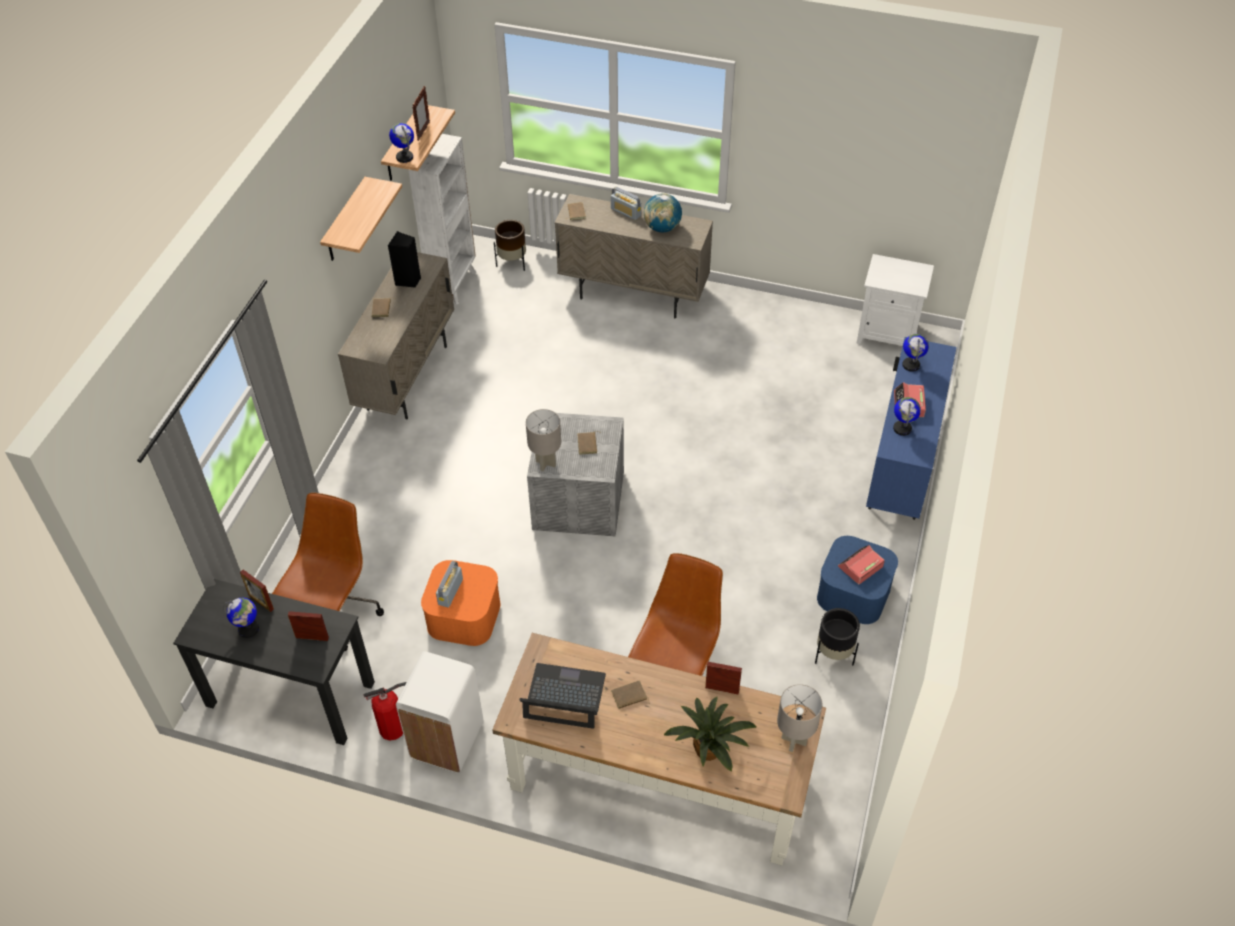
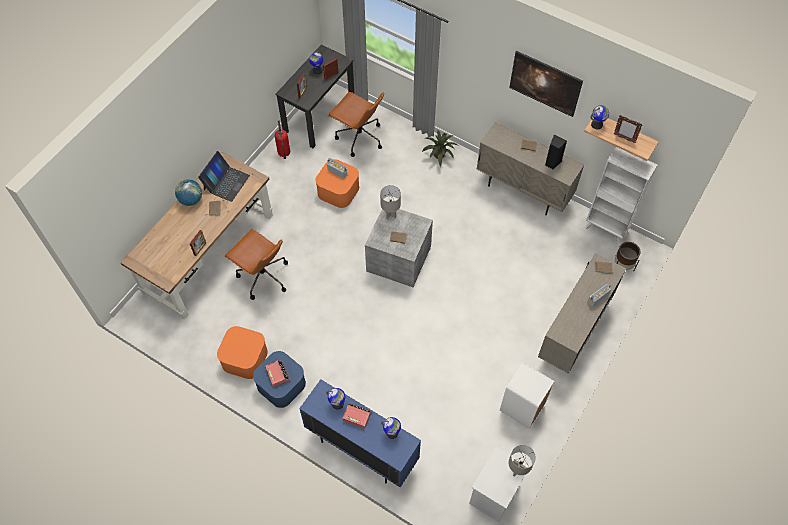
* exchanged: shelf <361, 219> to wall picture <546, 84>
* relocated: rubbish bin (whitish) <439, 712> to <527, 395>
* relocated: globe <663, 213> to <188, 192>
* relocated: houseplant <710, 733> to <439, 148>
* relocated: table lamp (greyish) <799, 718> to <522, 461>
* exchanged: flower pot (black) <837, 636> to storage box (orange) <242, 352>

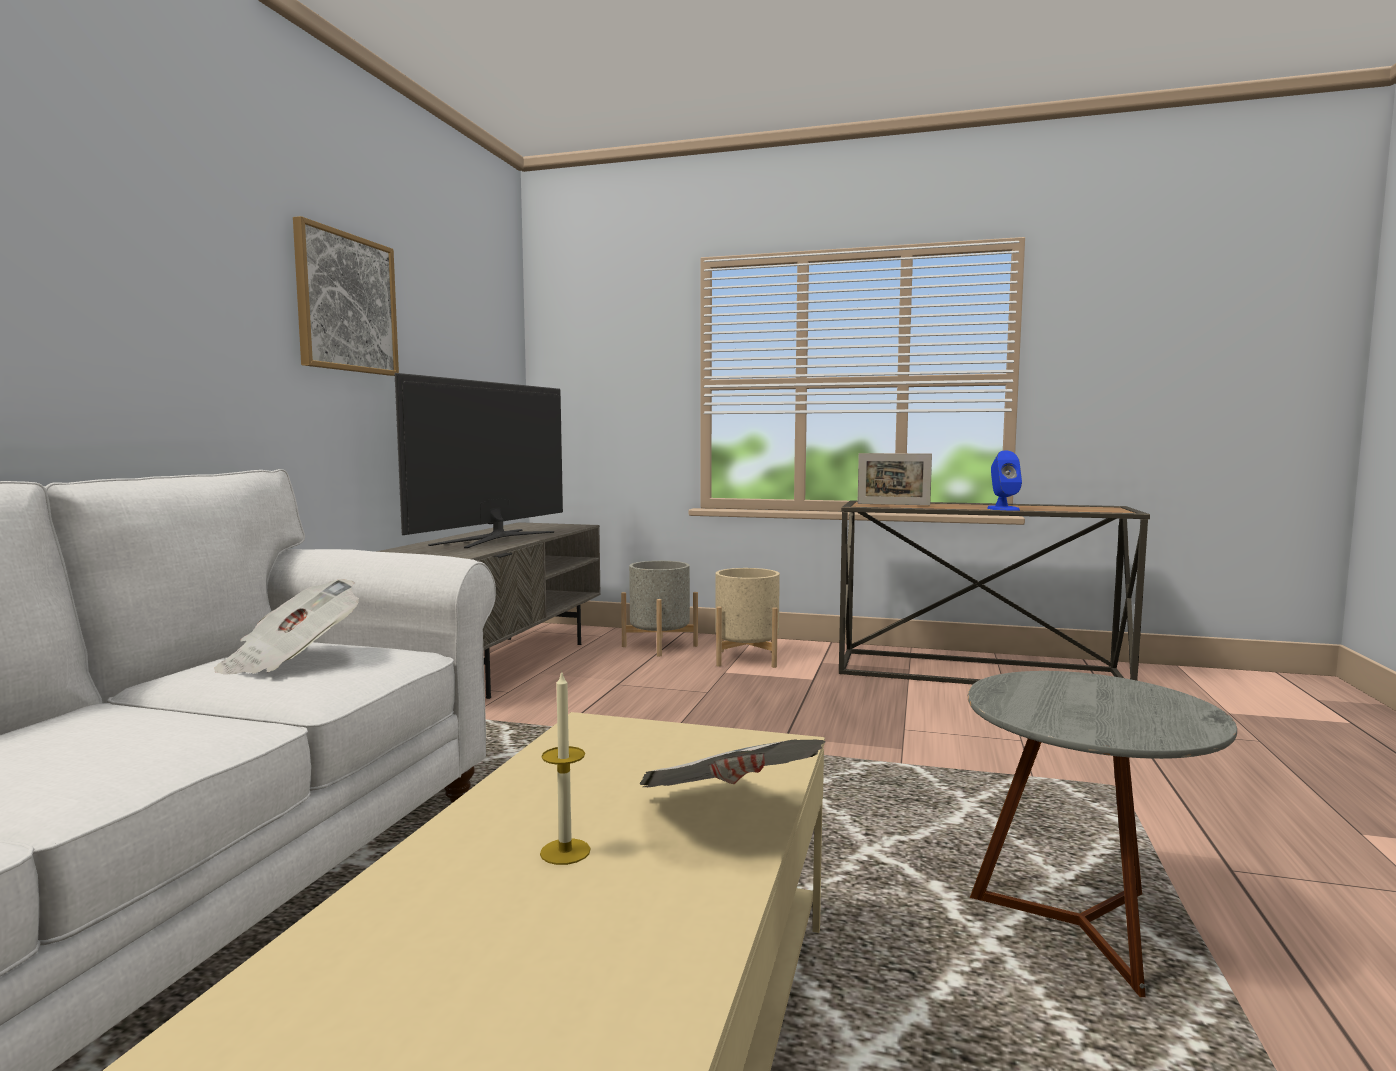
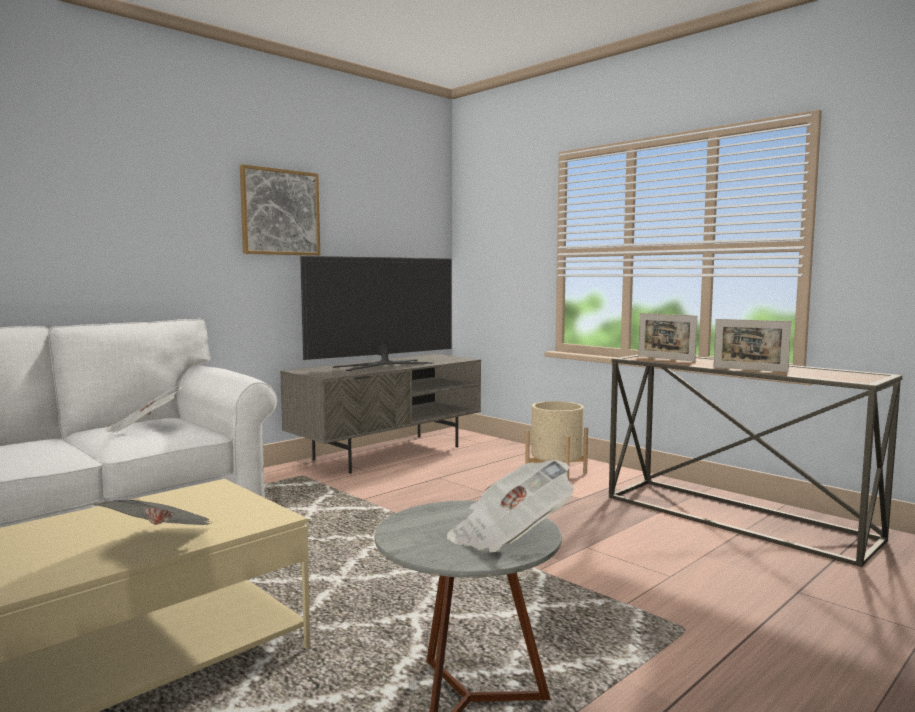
* missing: candle <565, 767>
* missing: flower pot (greyish) <659, 609>
* exchanged: audio speaker (blue-coloured) <1005, 481> to picture frame <752, 345>
* appeared: newspaper <510, 506>

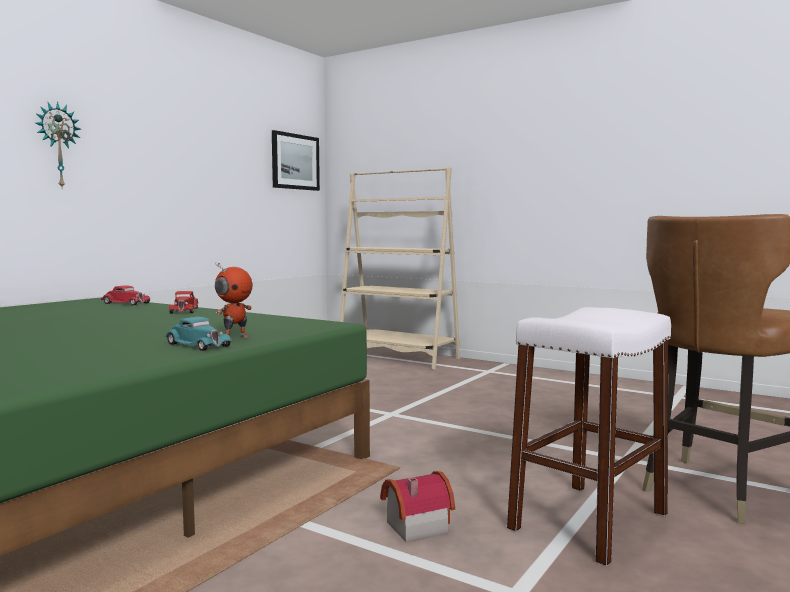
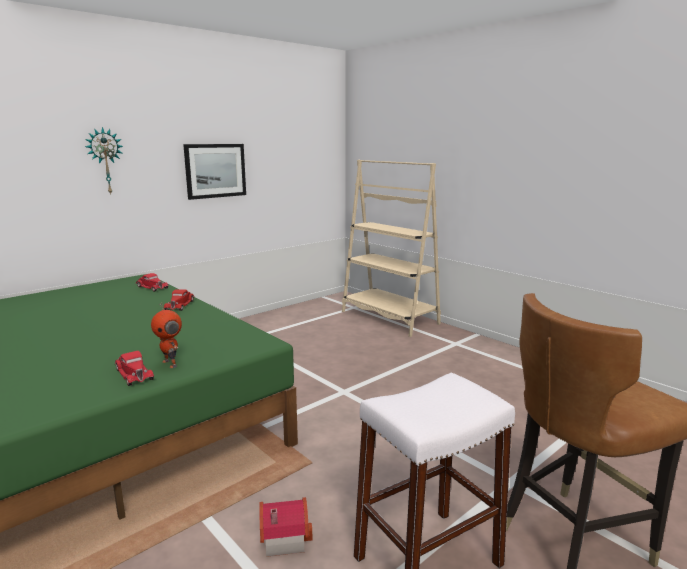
* colour: miniature car (blue-green) <198, 334> to miniature car (reddish) <134, 368>
* spun: robot figure <234, 301> = <166, 335> 90 degrees clockwise
* relocated: wall picture <296, 160> to <214, 172>

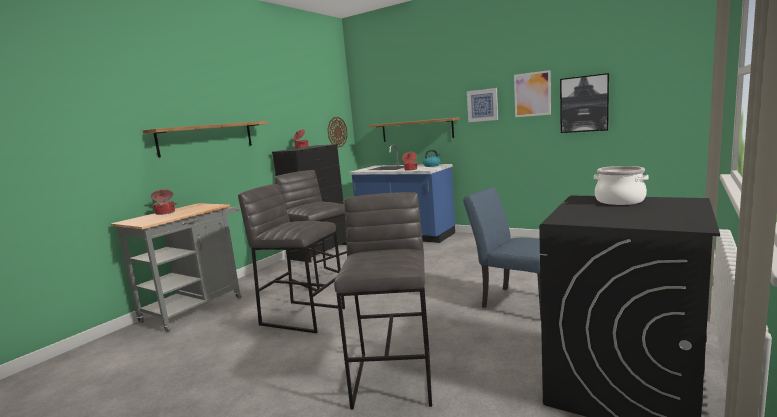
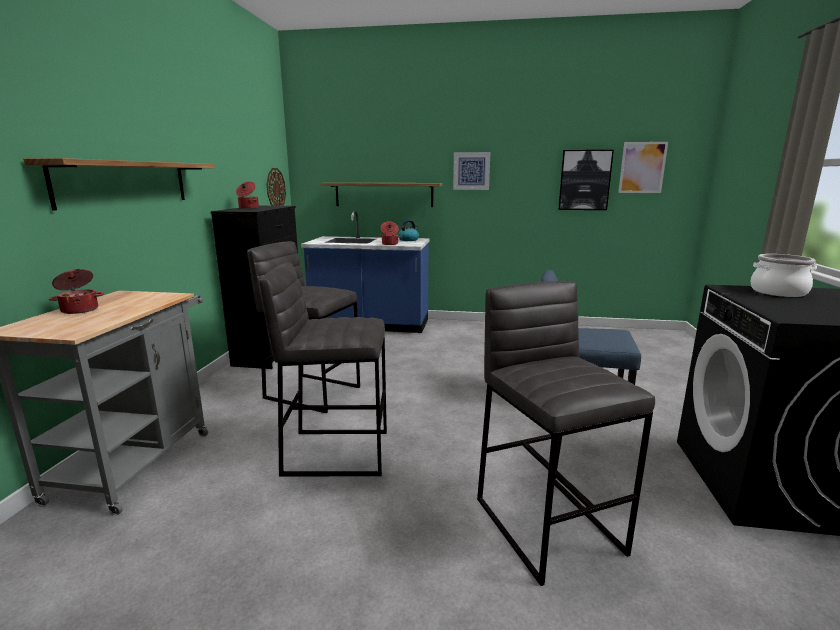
* relocated: wall picture <532, 93> to <643, 167>

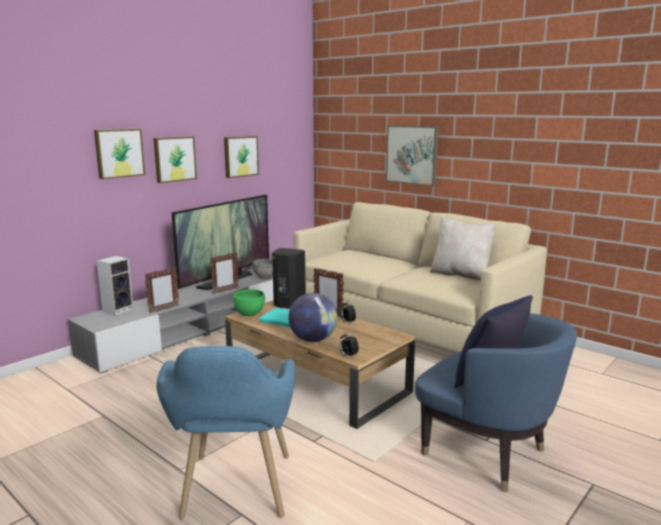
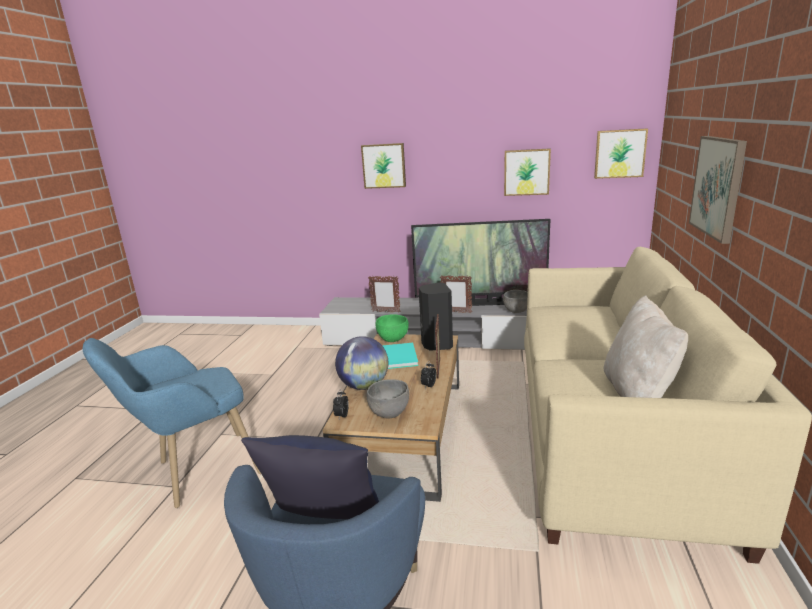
* missing: audio speaker <115, 286>
* relocated: wall picture <175, 159> to <621, 153>
* appeared: deep dish (greyish) <387, 398>

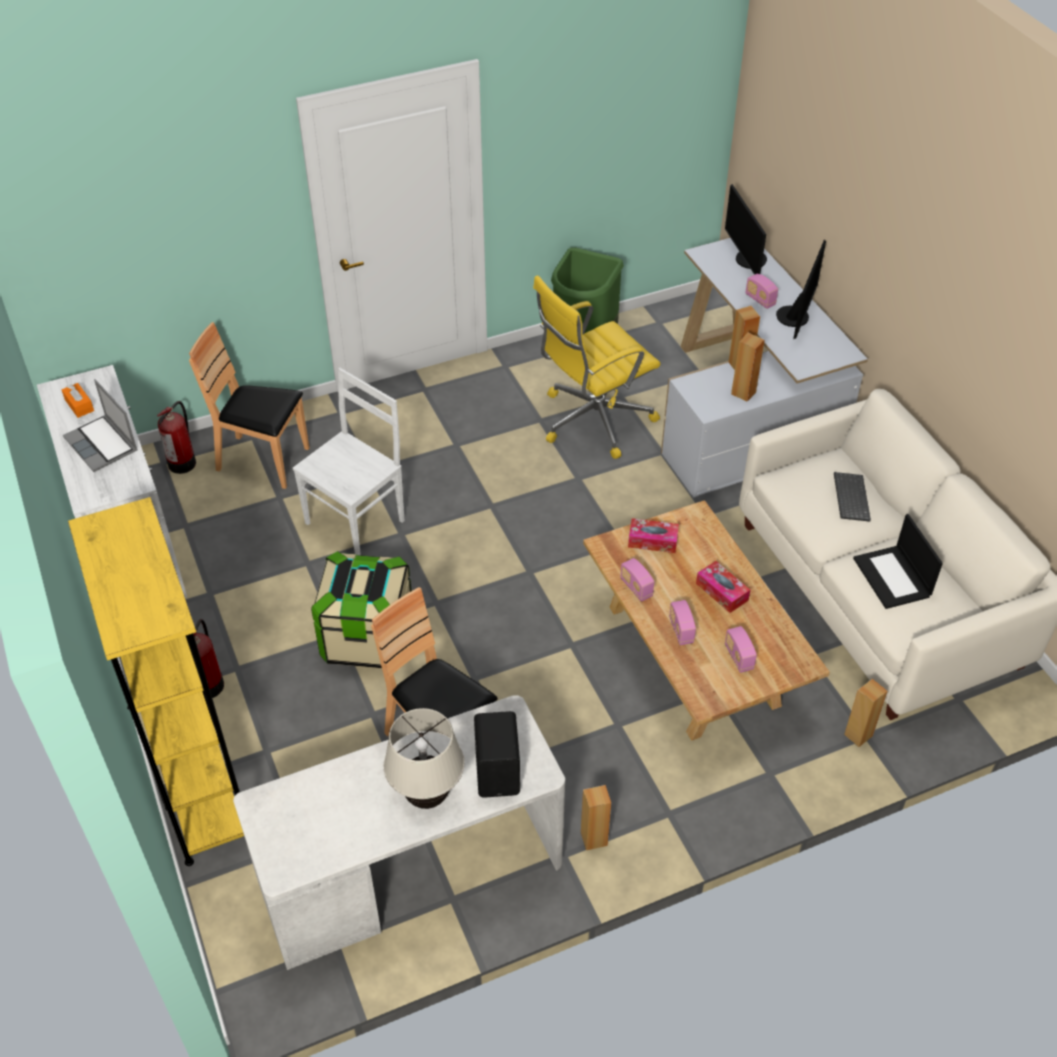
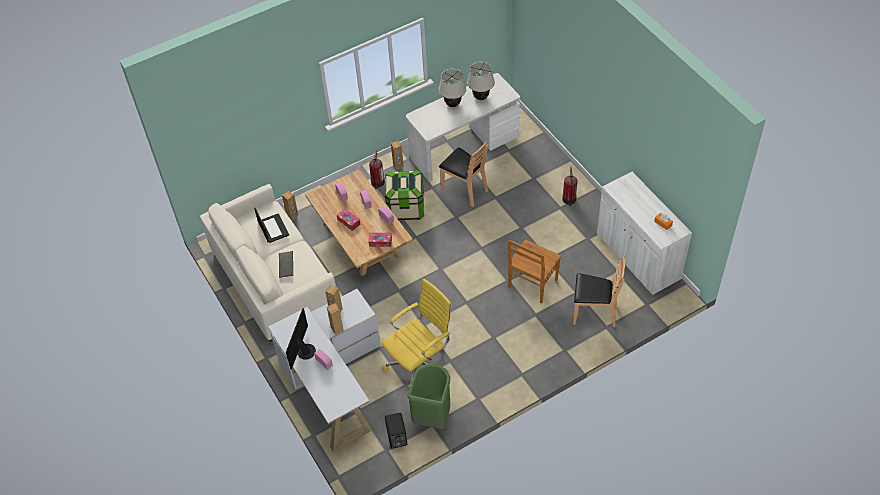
* missing: portable computer <100, 425>
* missing: bookshelf (yellow) <156, 681>
* relocated: fire extinguisher <176, 437> to <377, 169>
* colour: chair (whitish) <349, 462> to chair (brown) <534, 271>
* relocated: storage box <361, 609> to <404, 195>
* relocated: audio speaker (black) <497, 754> to <396, 431>
* missing: monitor <746, 229>
* appeared: table lamp (beige) <481, 81>

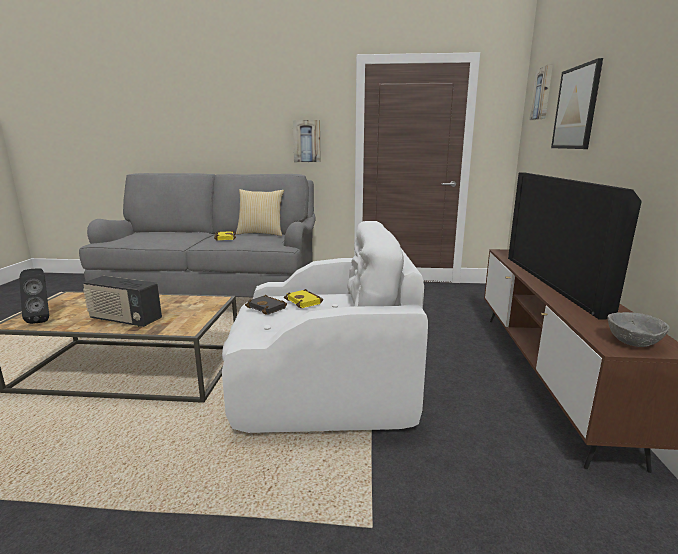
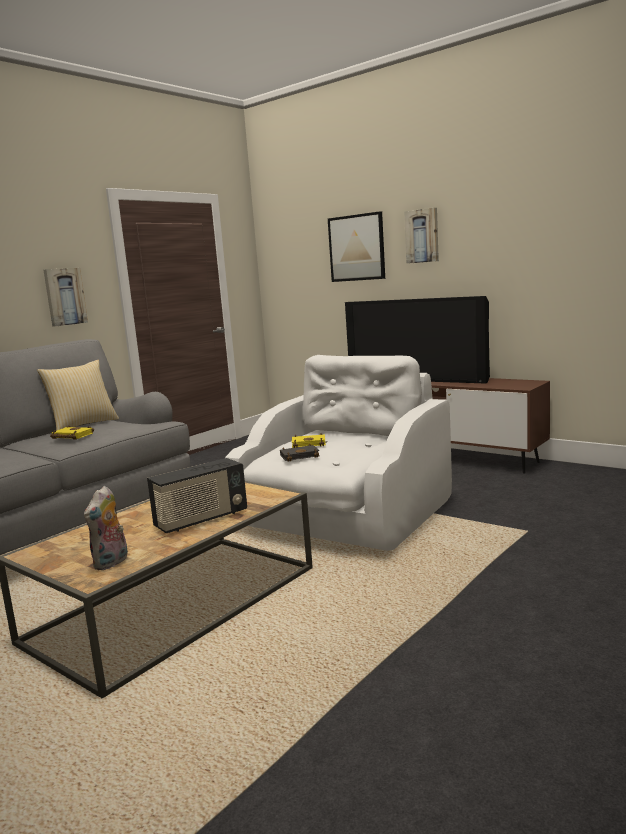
* exchanged: audio speaker (black) <34, 296> to plush toy <106, 528>
* relocated: wall picture <541, 92> to <421, 236>
* missing: deep dish (greyish) <638, 329>

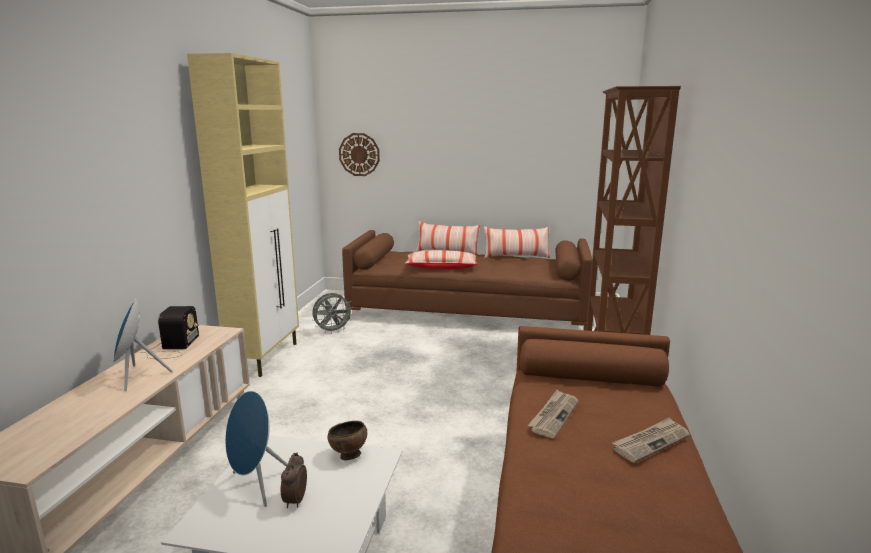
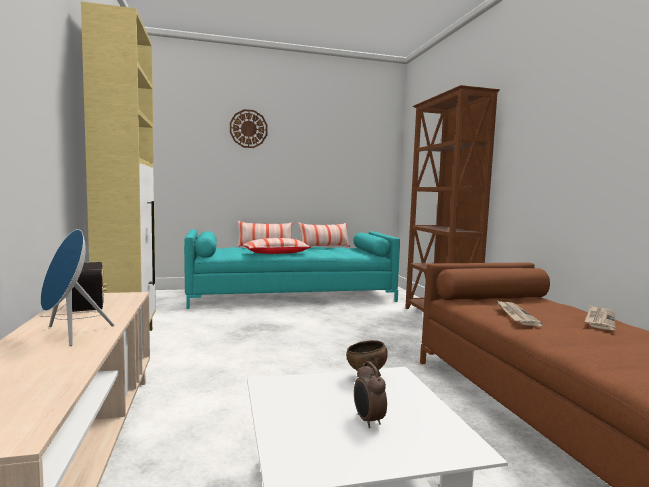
* missing: audio speaker (blue-coloured) <256, 449>
* missing: cooling fan (greyish) <333, 313>
* relocated: hanging clock <359, 154> to <249, 128>
* colour: sofa (brown) <467, 280> to sofa (blue-green) <292, 269>

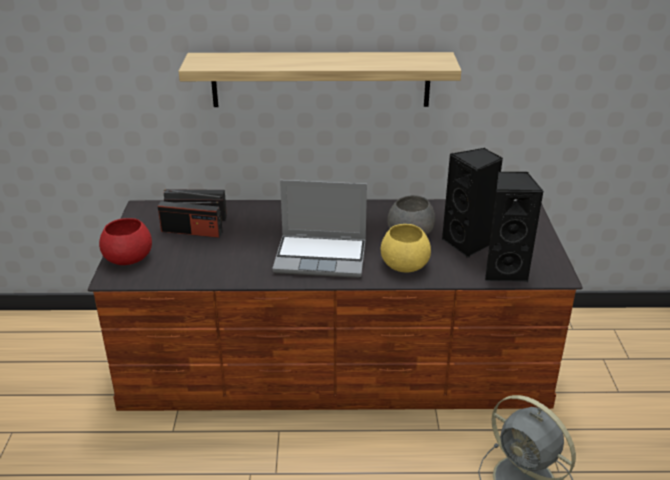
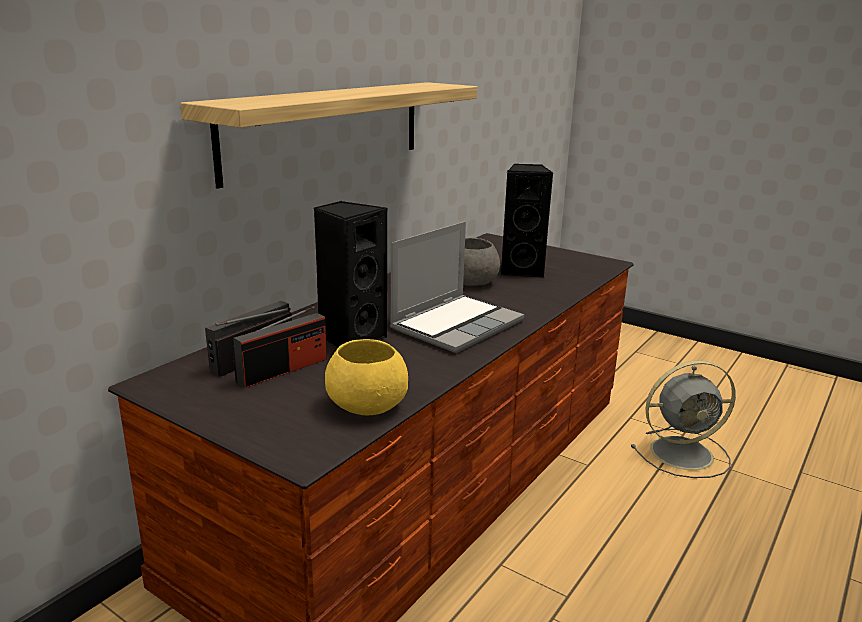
* missing: deep dish (reddish) <125, 241>
* relocated: deep dish (yellow) <406, 248> to <366, 377>
* relocated: audio speaker (black) <514, 227> to <351, 274>

